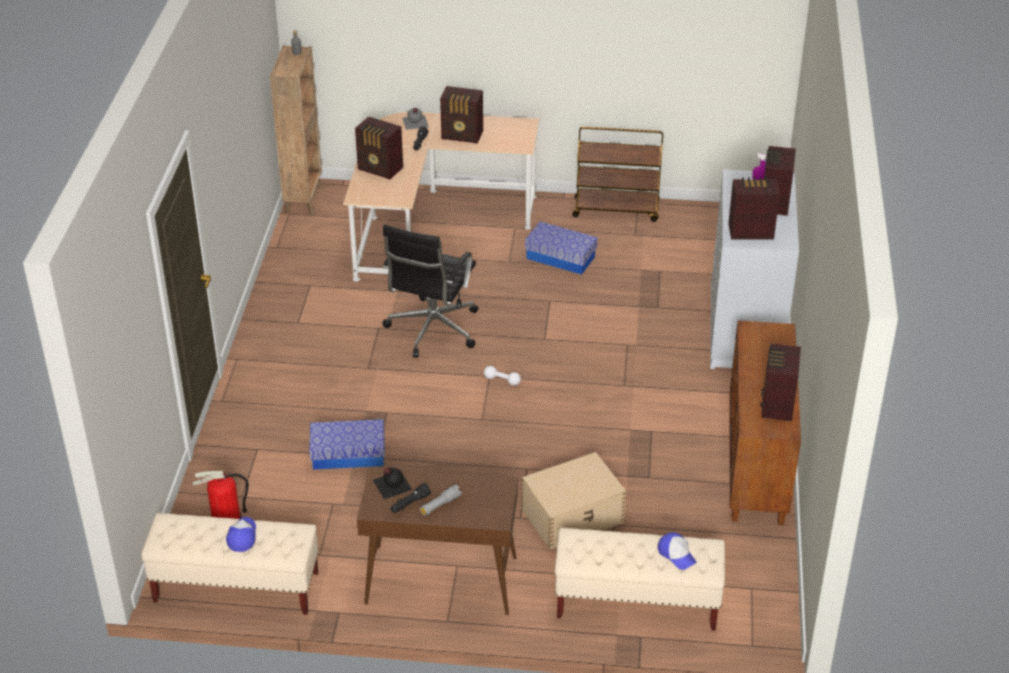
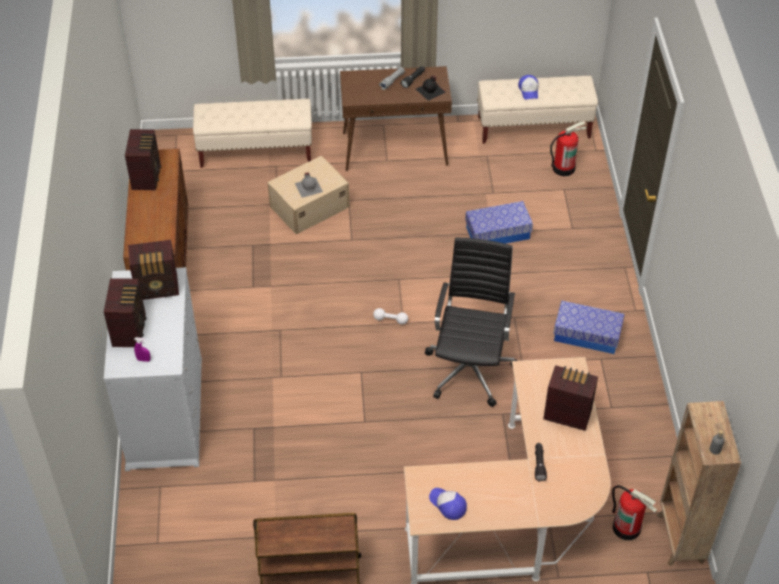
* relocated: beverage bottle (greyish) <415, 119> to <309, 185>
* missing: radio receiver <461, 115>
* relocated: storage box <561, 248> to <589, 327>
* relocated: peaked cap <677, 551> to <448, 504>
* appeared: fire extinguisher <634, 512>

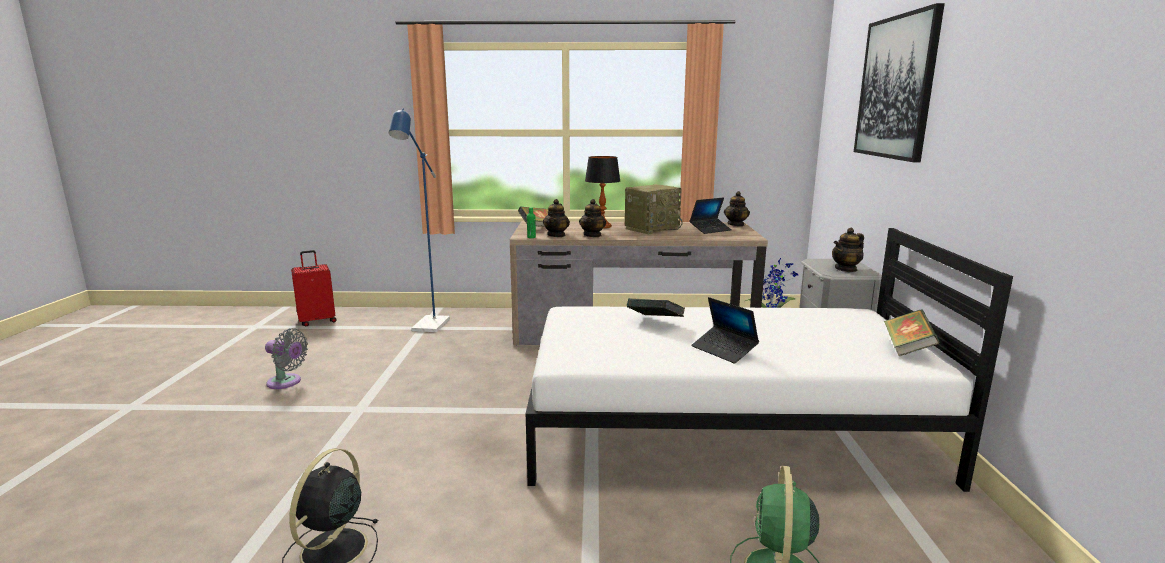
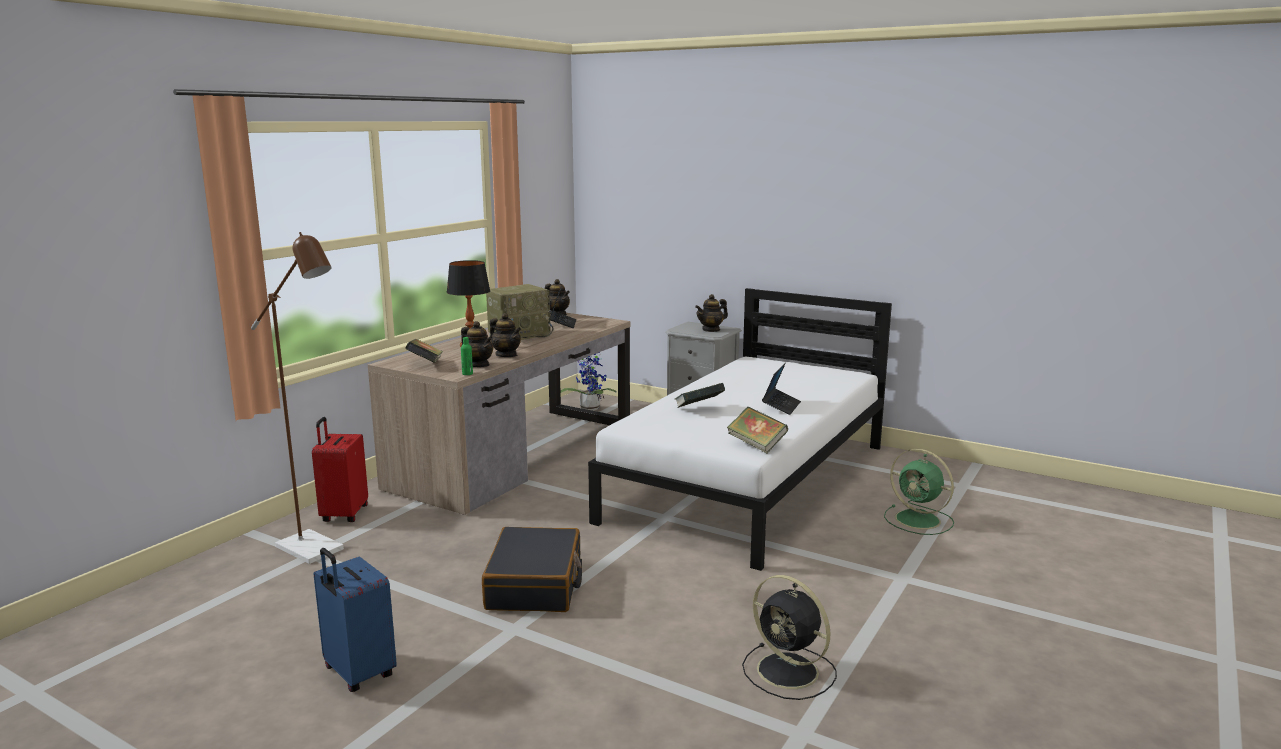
* exchanged: cooling fan (greyish) <286, 358> to travel case (blue-coloured) <355, 620>
* relocated: travel case (reddish) <314, 288> to <340, 469>
* colour: standard lamp (blue-coloured) <419, 220> to standard lamp (brown) <297, 398>
* spun: radio receiver <654, 209> = <520, 312> 60 degrees clockwise
* spun: portable computer <725, 330> = <781, 389> 60 degrees counterclockwise
* spun: pot for tea <848, 250> = <711, 313> 60 degrees clockwise
* missing: wall picture <899, 82>
* relocated: bound book <912, 333> to <757, 430>
* appeared: travel case (black) <532, 569>

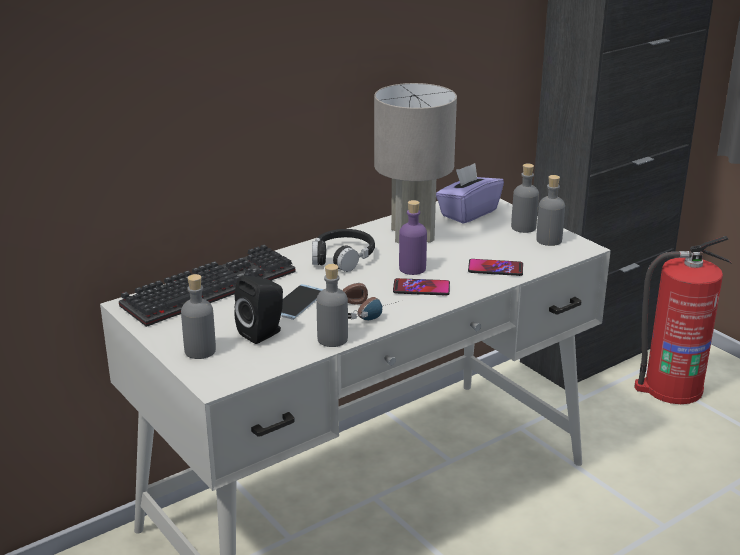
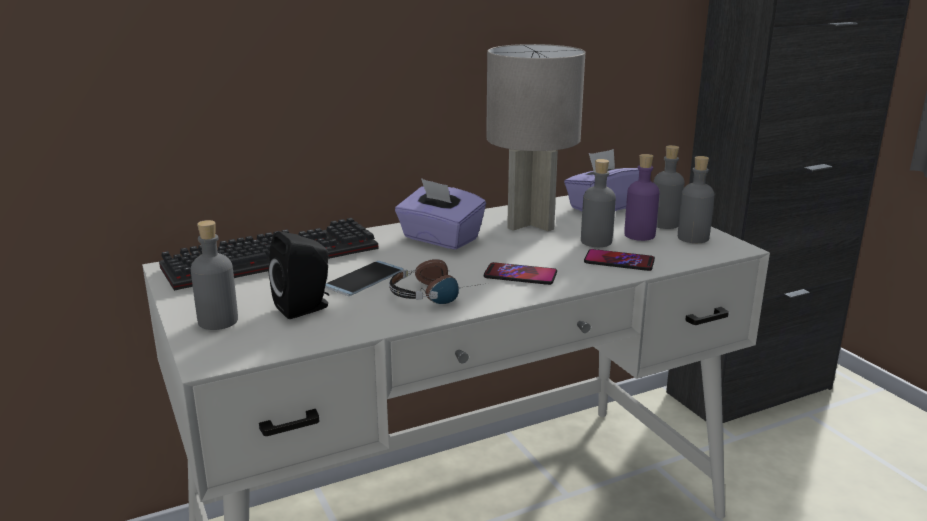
* exchanged: pair of headphones (black) <343, 250> to box of tissues (purplish) <440, 214>
* relocated: beverage bottle (greyish) <332, 305> to <598, 203>
* relocated: beverage bottle (purplish) <413, 237> to <642, 197>
* missing: fire extinguisher <683, 320>

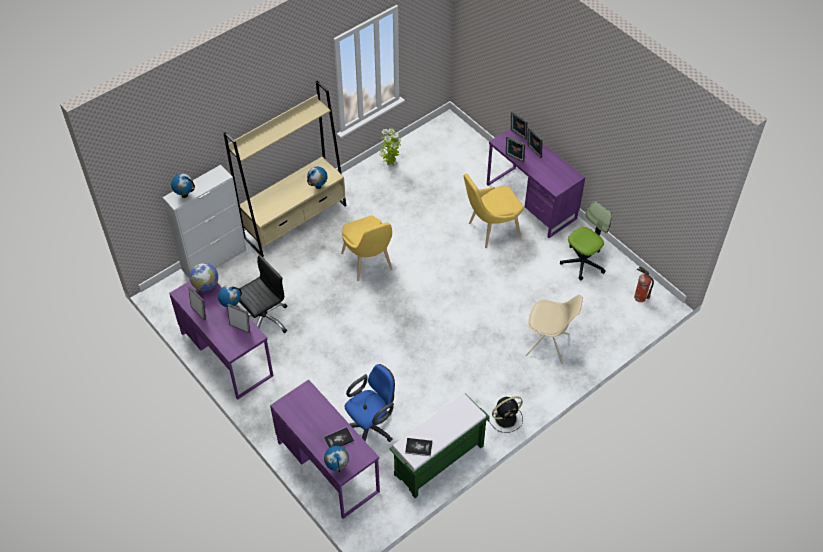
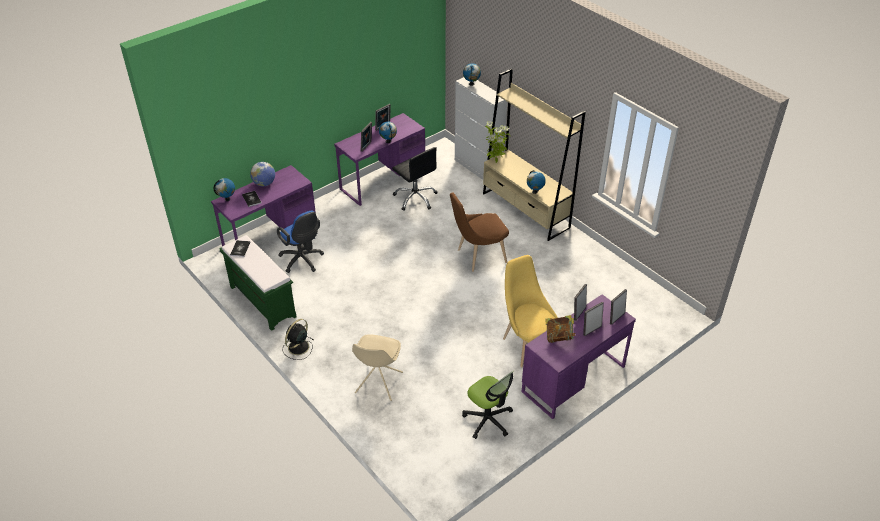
* relocated: globe <204, 277> to <262, 174>
* colour: chair (yellow) <366, 248> to chair (brown) <479, 232>
* relocated: houseplant <390, 147> to <497, 142>
* spun: cooling fan (black) <505, 414> = <298, 339> 60 degrees clockwise
* missing: fire extinguisher <644, 284>
* appeared: bound book <561, 329>

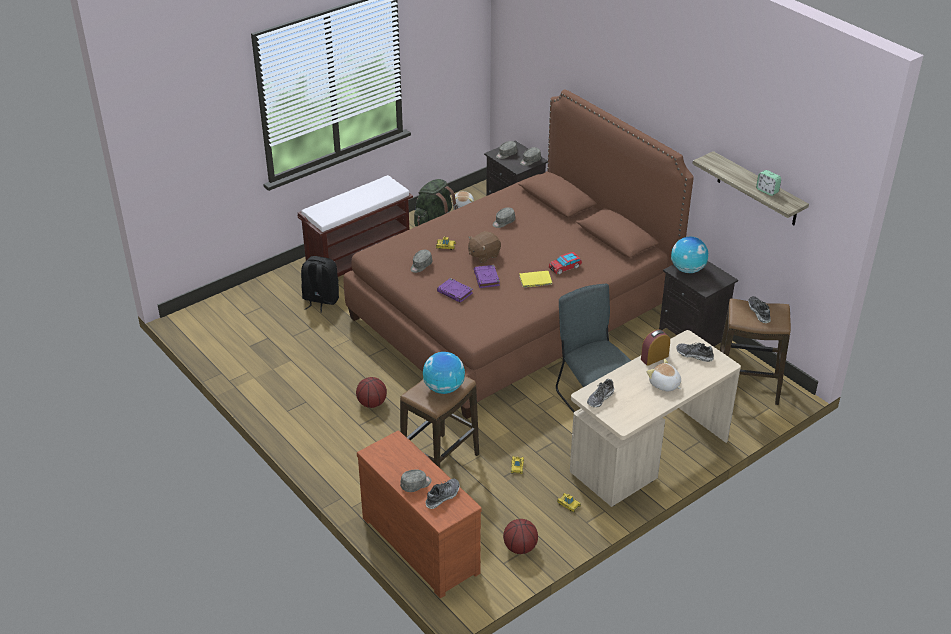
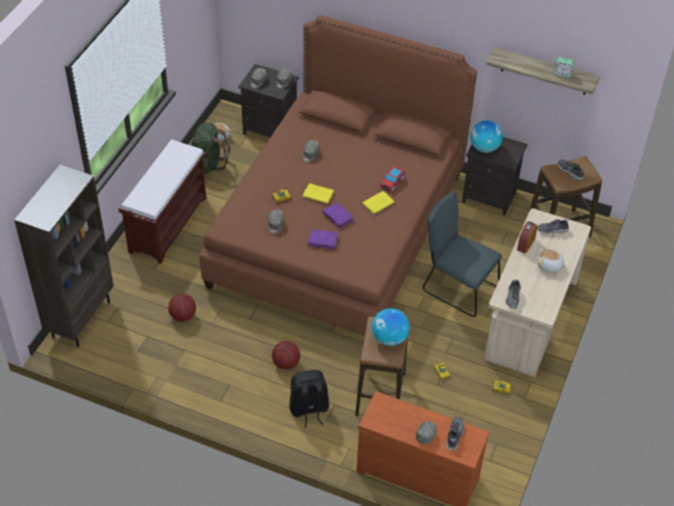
* relocated: backpack (black) <320, 284> to <309, 399>
* exchanged: plush toy (brown) <484, 247> to bound book (yellow) <318, 193>
* relocated: basketball <520, 536> to <182, 308>
* appeared: bookshelf (brown) <64, 256>

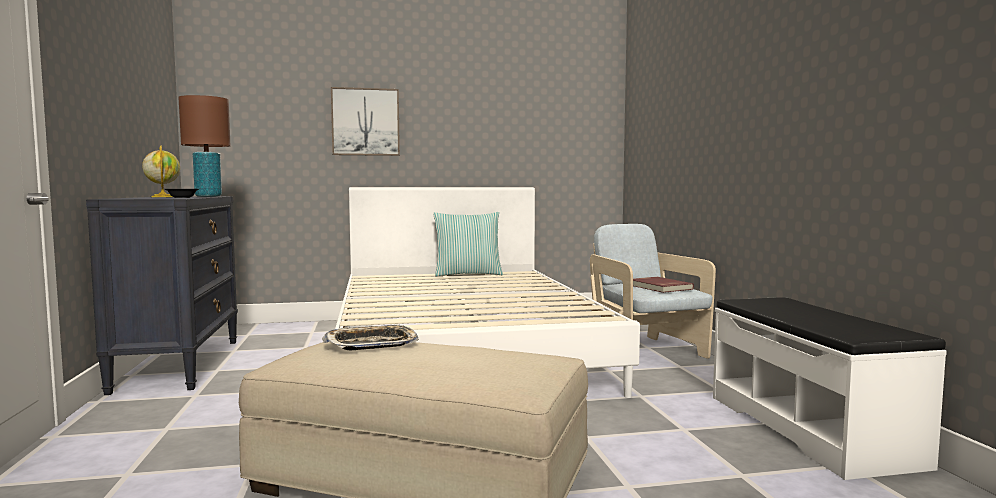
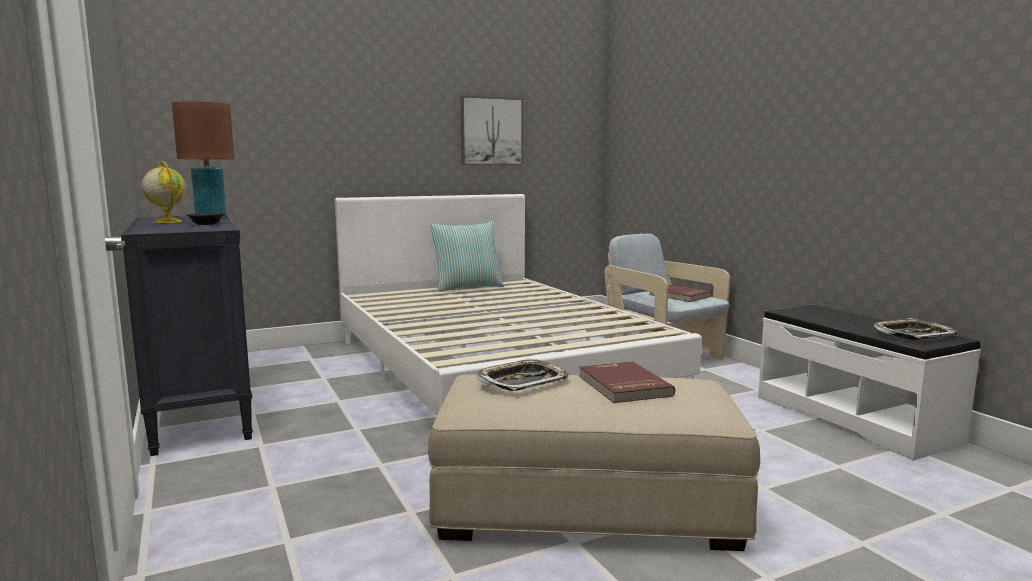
* relocated: wall picture <365, 121> to <492, 130>
* appeared: bound book (reddish) <627, 382>
* appeared: carrying tray <916, 329>

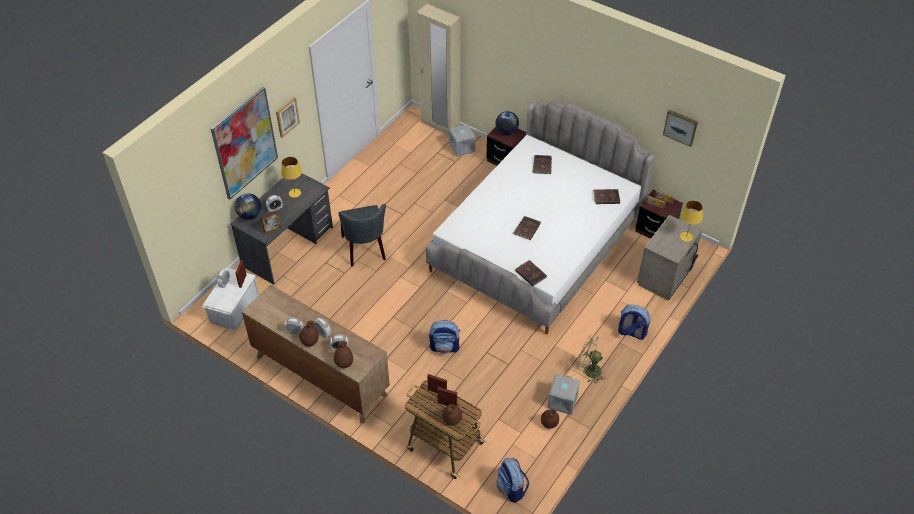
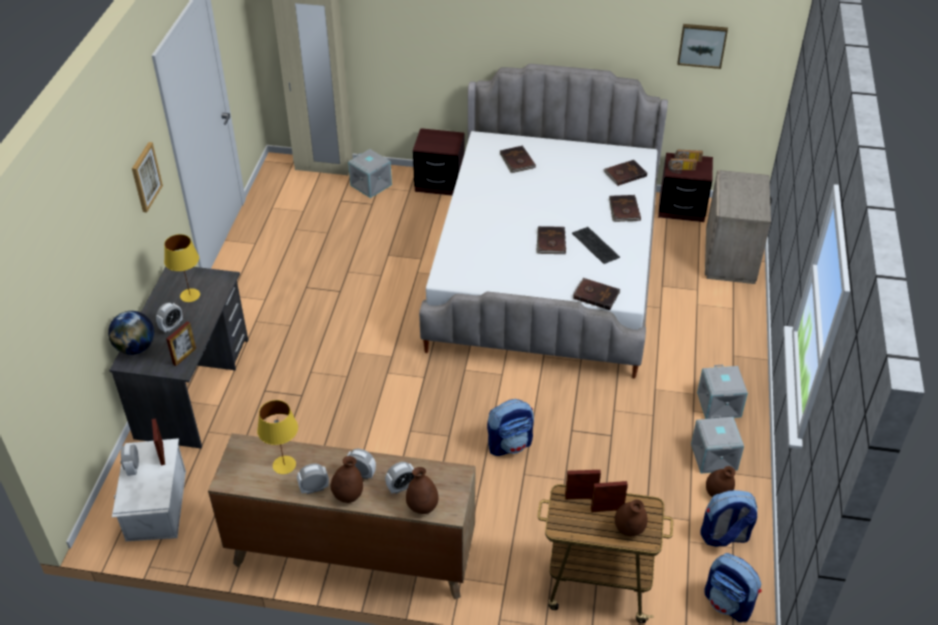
* missing: wall picture <244, 143>
* missing: chair (greyish) <362, 235>
* missing: globe <507, 123>
* exchanged: cooling fan (green) <590, 359> to storage box (greyish) <722, 392>
* relocated: backpack <634, 322> to <729, 518>
* relocated: table lamp (yellow) <691, 221> to <277, 437>
* appeared: keyboard <596, 245>
* appeared: bound book (brown) <625, 208>

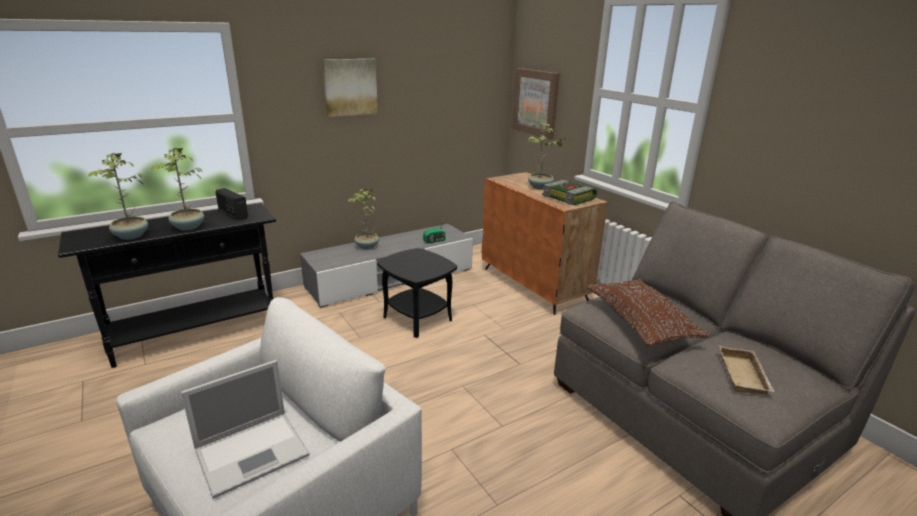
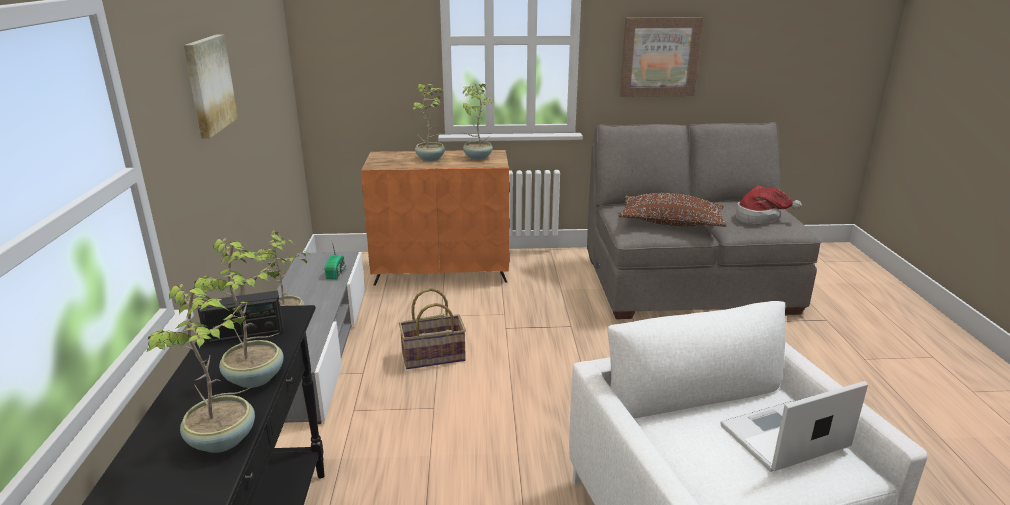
* spun: portable computer <245, 429> = <794, 426> 105 degrees counterclockwise
* exchanged: accent table (black) <417, 293> to household basket <432, 328>
* relocated: wall picture <536, 103> to <661, 57>
* exchanged: bound book <569, 192> to houseplant <478, 121>
* exchanged: carrying tray (beige) <746, 370> to hat <769, 205>

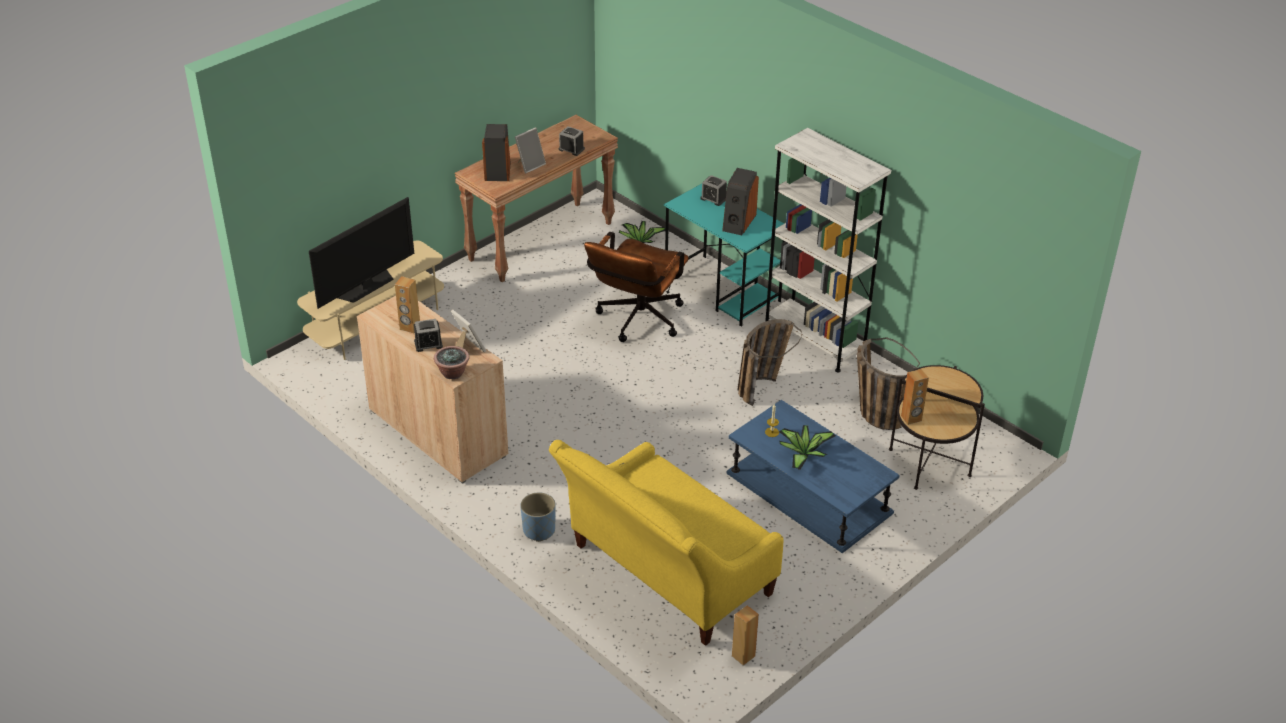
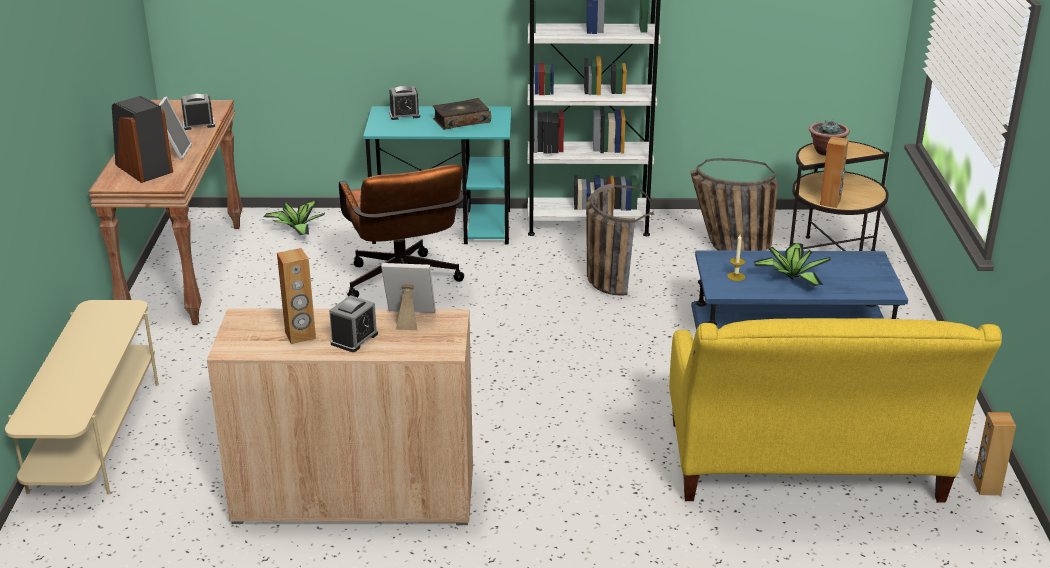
* missing: television <361, 253>
* relocated: houseplant <452, 362> to <829, 138>
* missing: flower pot (blue-coloured) <538, 517>
* exchanged: audio speaker <740, 201> to bound book <462, 114>

